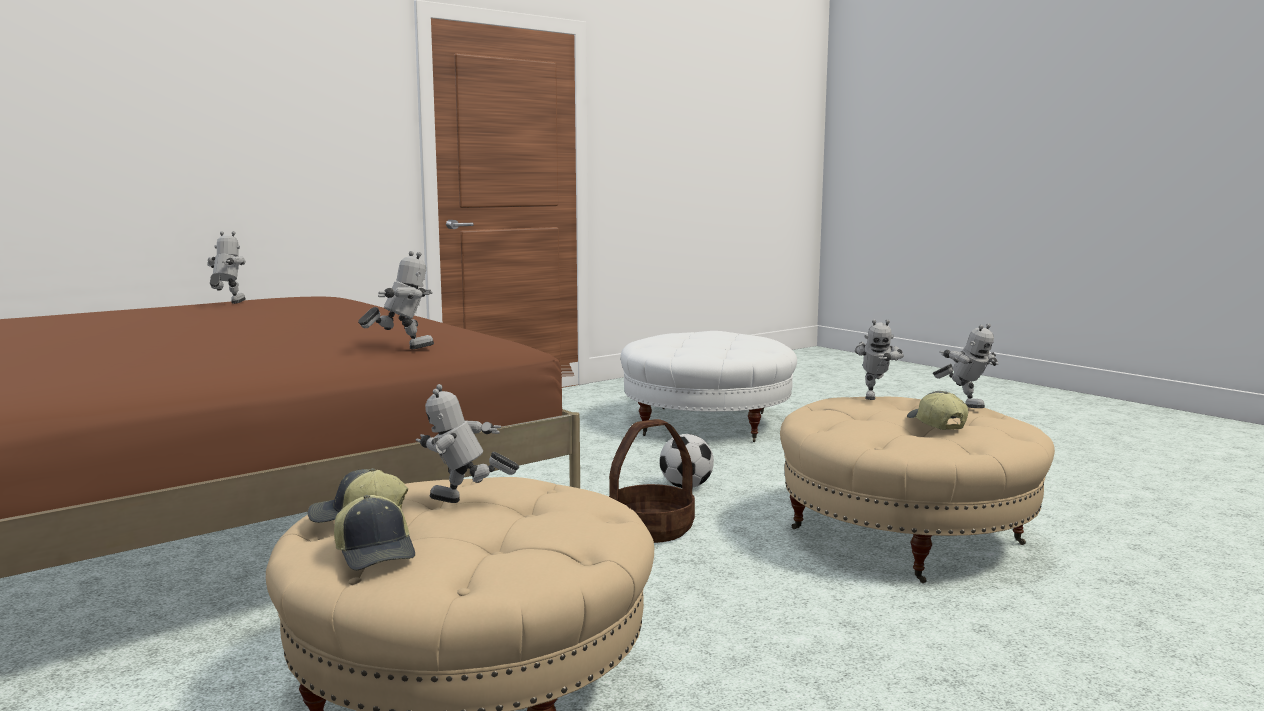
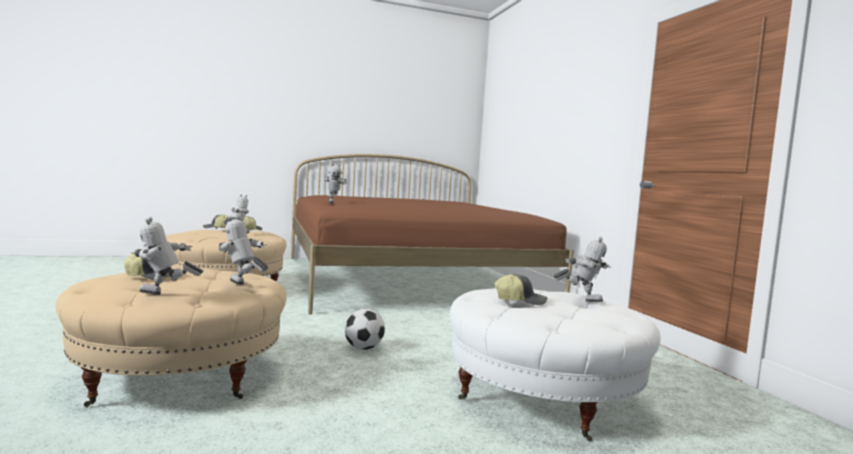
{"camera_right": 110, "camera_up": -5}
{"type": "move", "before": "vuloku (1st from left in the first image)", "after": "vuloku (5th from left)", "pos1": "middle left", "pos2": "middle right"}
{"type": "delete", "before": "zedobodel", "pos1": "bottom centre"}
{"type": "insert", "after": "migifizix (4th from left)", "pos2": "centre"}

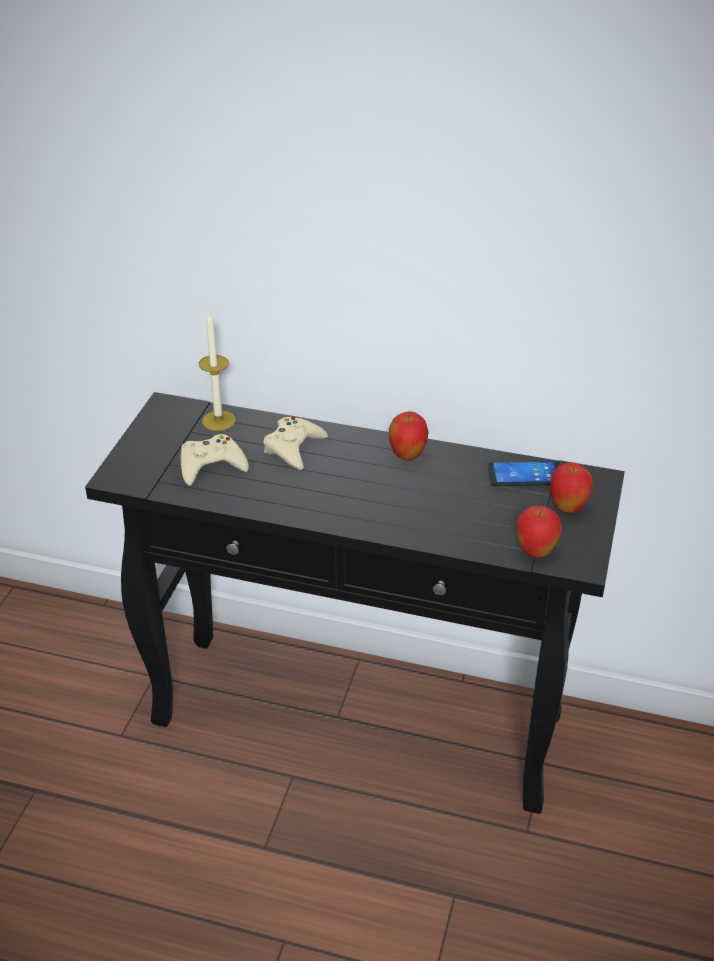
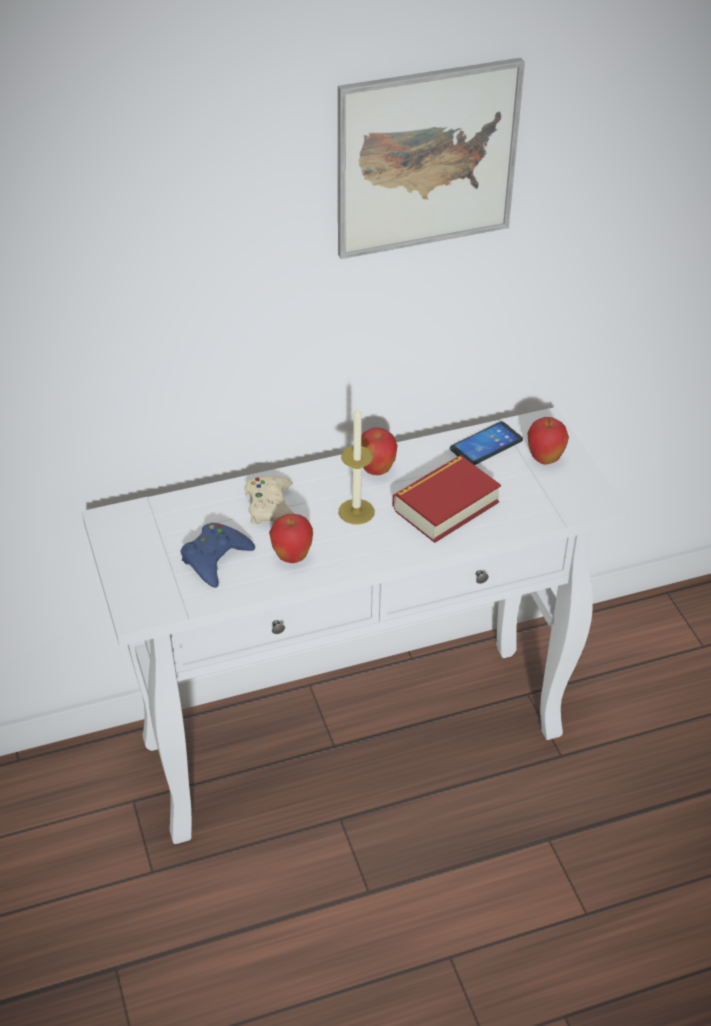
{"camera_right": -35, "camera_up": 5}
{"type": "recolor", "before": "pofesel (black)", "after": "pofesel (white)", "pos1": "centre", "pos2": "centre"}
{"type": "recolor", "before": "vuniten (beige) (1st from left)", "after": "vuniten (blue)", "pos1": "middle left", "pos2": "middle left"}
{"type": "move", "before": "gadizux", "pos1": "middle left", "pos2": "centre"}
{"type": "move", "before": "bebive (2nd from left in the first image)", "after": "bebive (1st from left)", "pos1": "middle right", "pos2": "centre"}
{"type": "insert", "after": "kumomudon", "pos2": "top centre"}
{"type": "insert", "after": "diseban", "pos2": "centre"}

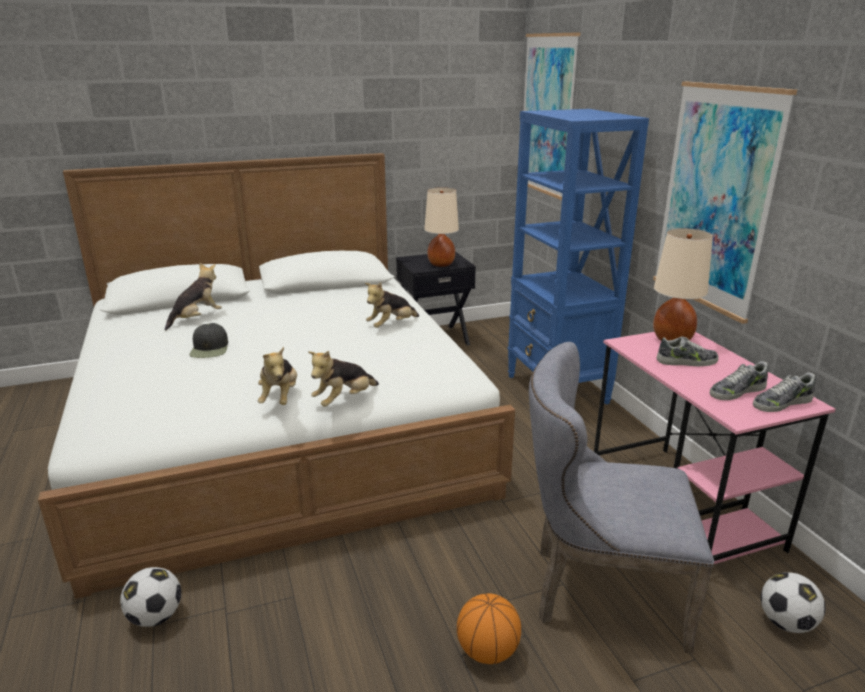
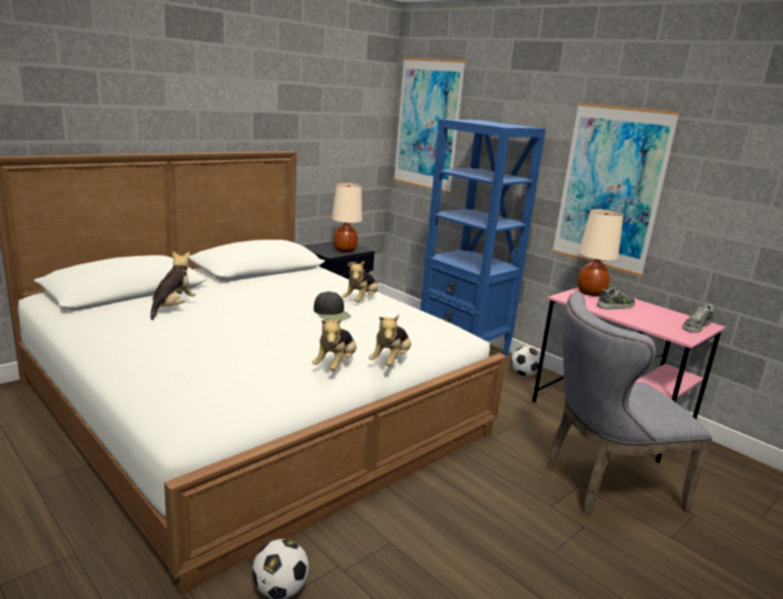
{"camera_right": -25, "camera_up": -5}
{"type": "move", "before": "migifizix (black)", "pos1": "middle left", "pos2": "centre"}
{"type": "rotate", "before": "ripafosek (2nd from left)", "pos1": "middle left", "pos2": "centre", "turn": 45}
{"type": "delete", "before": "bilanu", "pos1": "bottom centre"}
{"type": "delete", "before": "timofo (2nd from left)", "pos1": "middle right"}
{"type": "move", "before": "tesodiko (2nd from left)", "pos1": "bottom right", "pos2": "middle right"}

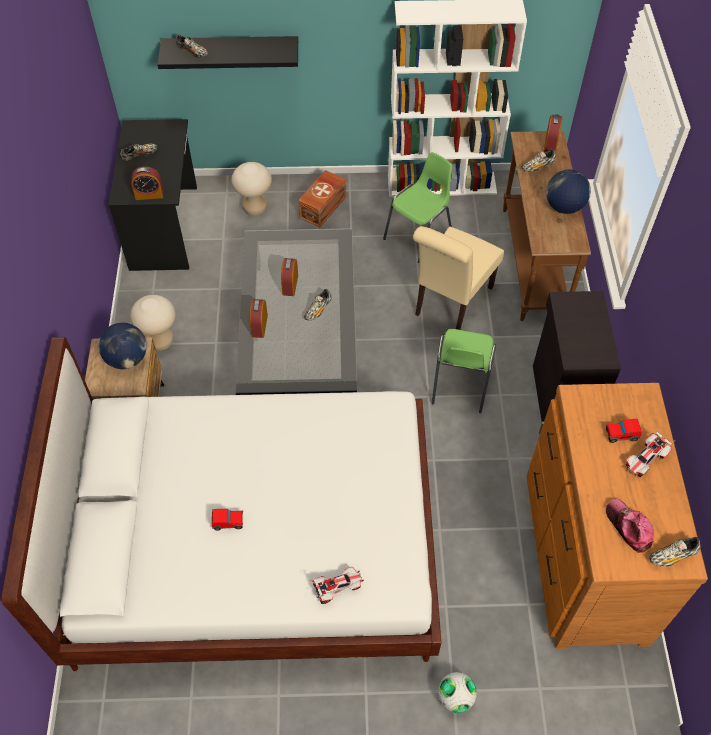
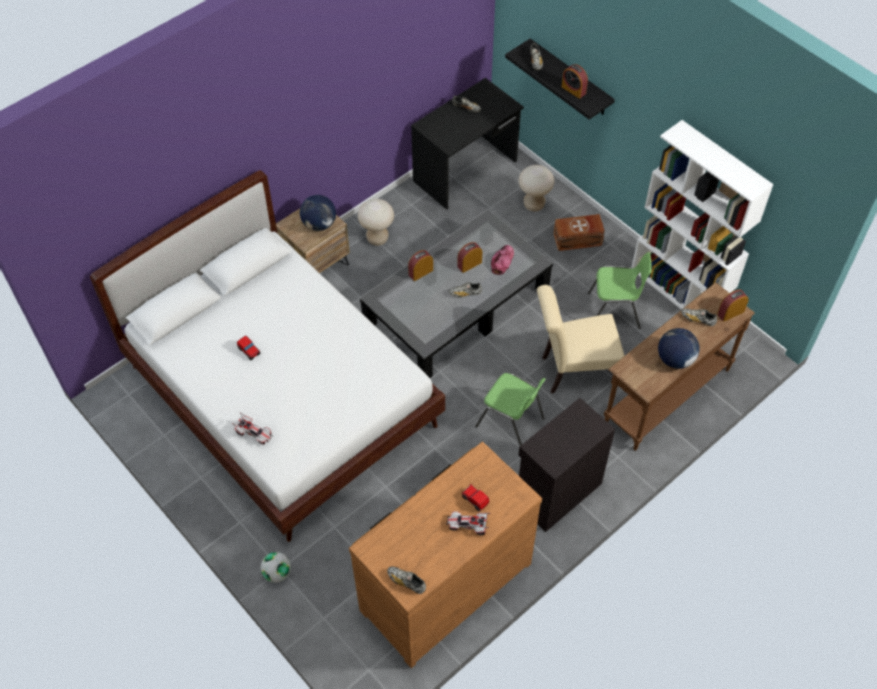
{"camera_right": 50, "camera_up": 0}
{"type": "move", "before": "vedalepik (1st from left in the first image)", "after": "vedalepik (3rd from left)", "pos1": "top left", "pos2": "top centre"}
{"type": "rotate", "before": "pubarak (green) (2nd from left in the first image)", "pos1": "centre", "pos2": "centre", "turn": -120}
{"type": "move", "before": "migifizix", "pos1": "bottom right", "pos2": "centre"}

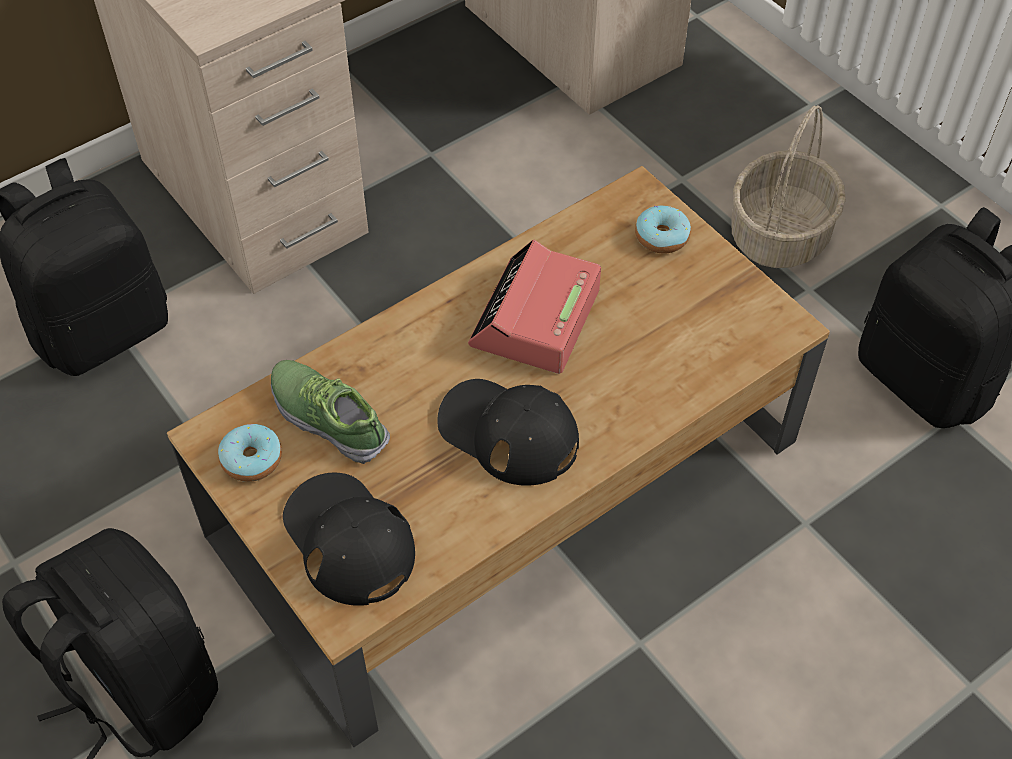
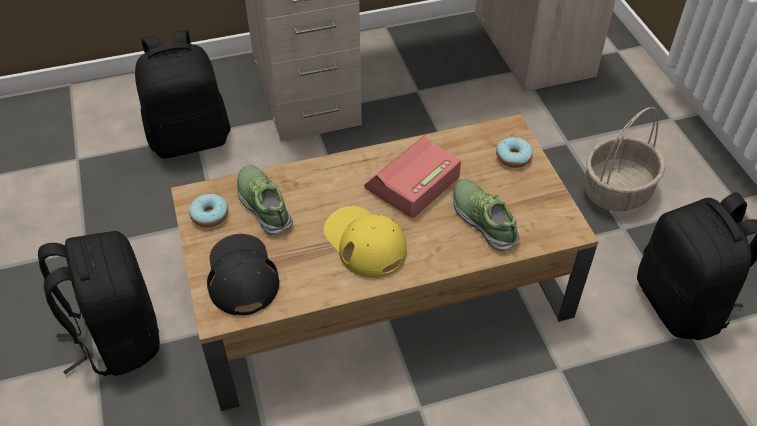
{"camera_right": 20, "camera_up": -5}
{"type": "recolor", "before": "migifizix (black) (2nd from left)", "after": "migifizix (yellow)", "pos1": "centre", "pos2": "centre"}
{"type": "insert", "after": "timofo (2nd from left)", "pos2": "centre"}

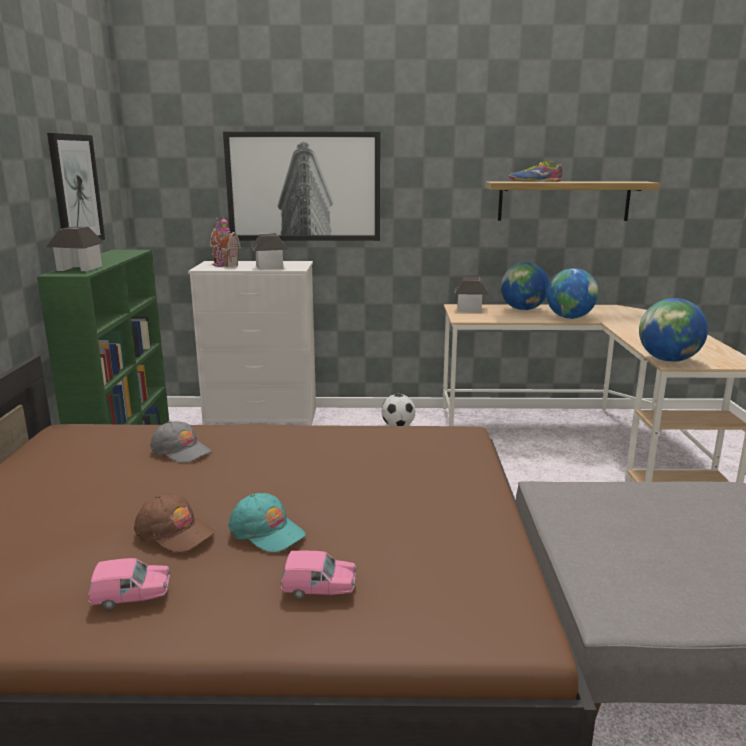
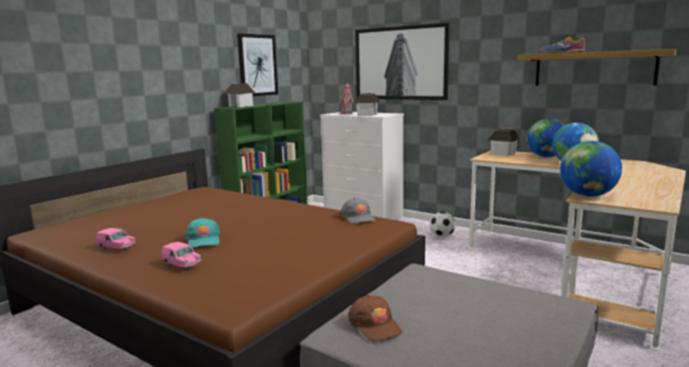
{"camera_right": 35, "camera_up": -5}
{"type": "move", "before": "migifizix (brown)", "pos1": "bottom left", "pos2": "bottom centre"}
{"type": "move", "before": "migifizix (grey)", "pos1": "middle left", "pos2": "centre"}

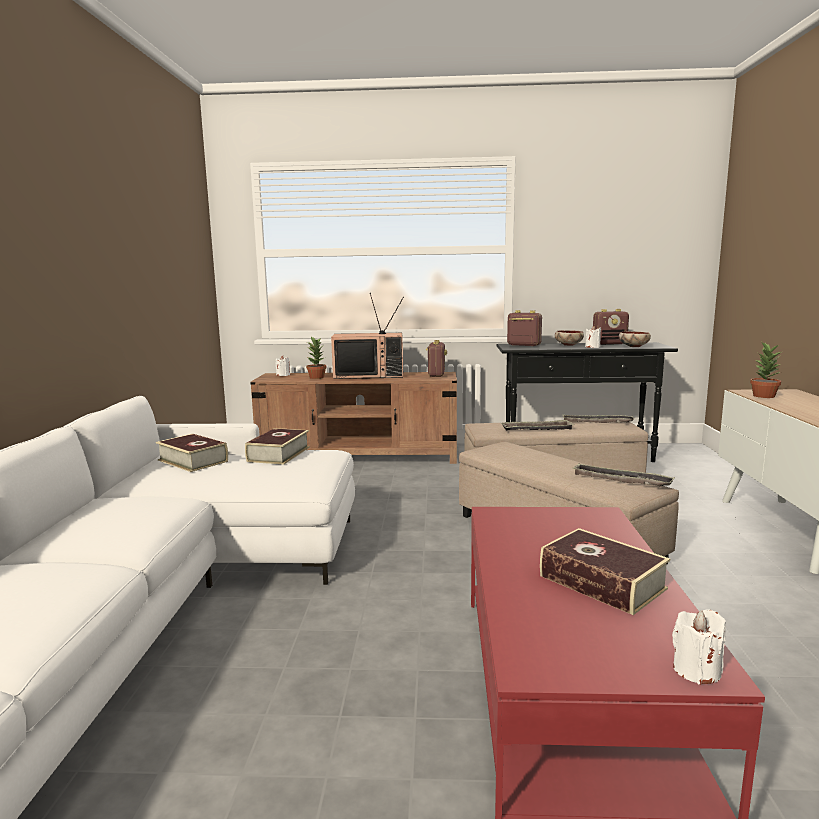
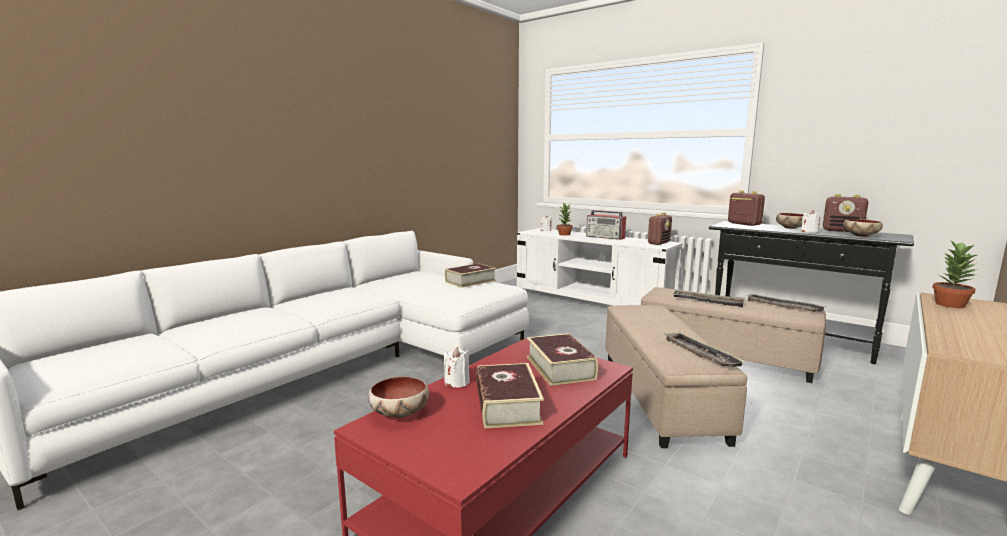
{"camera_right": 35, "camera_up": 0}
{"type": "move", "before": "diseban (1st from left in the first image)", "after": "diseban (3rd from left)", "pos1": "middle left", "pos2": "bottom centre"}
{"type": "recolor", "before": "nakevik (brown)", "after": "nakevik (white)", "pos1": "centre", "pos2": "centre"}
{"type": "replace", "before": "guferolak", "after": "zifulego (1st from left)", "pos1": "centre", "pos2": "centre"}
{"type": "move", "before": "gadizux (white) (3rd from left in the first image)", "after": "gadizux (white) (1st from left)", "pos1": "bottom right", "pos2": "bottom centre"}
{"type": "insert", "after": "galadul (1st from left)", "pos2": "bottom centre"}

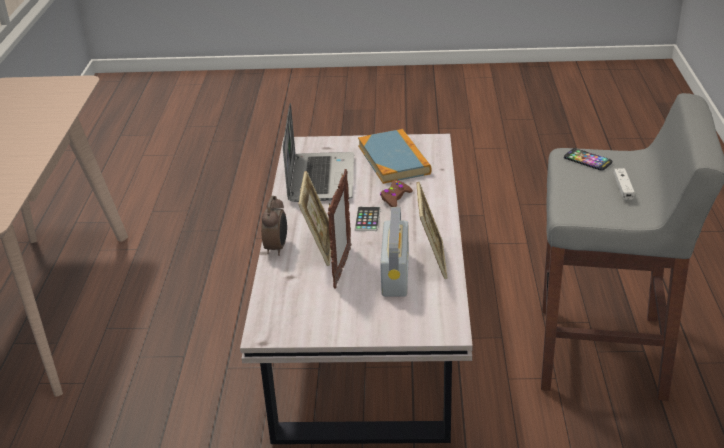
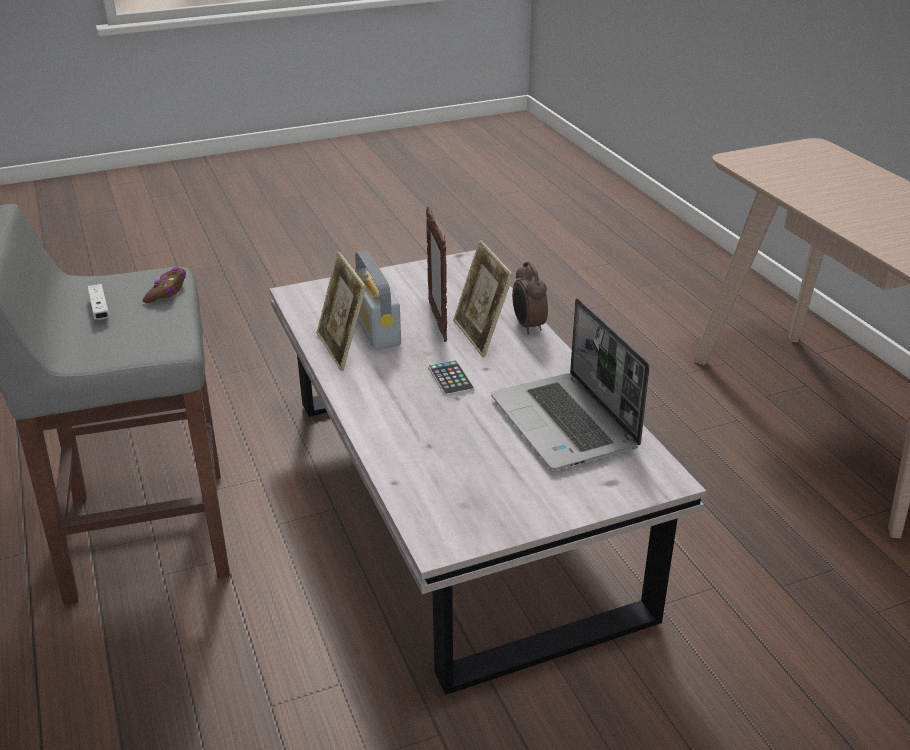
{"camera_right": 155, "camera_up": 0}
{"type": "delete", "before": "diseban", "pos1": "centre"}
{"type": "move", "before": "vuniten (brown)", "pos1": "centre", "pos2": "middle left"}
{"type": "delete", "before": "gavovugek (2nd from left)", "pos1": "middle right"}

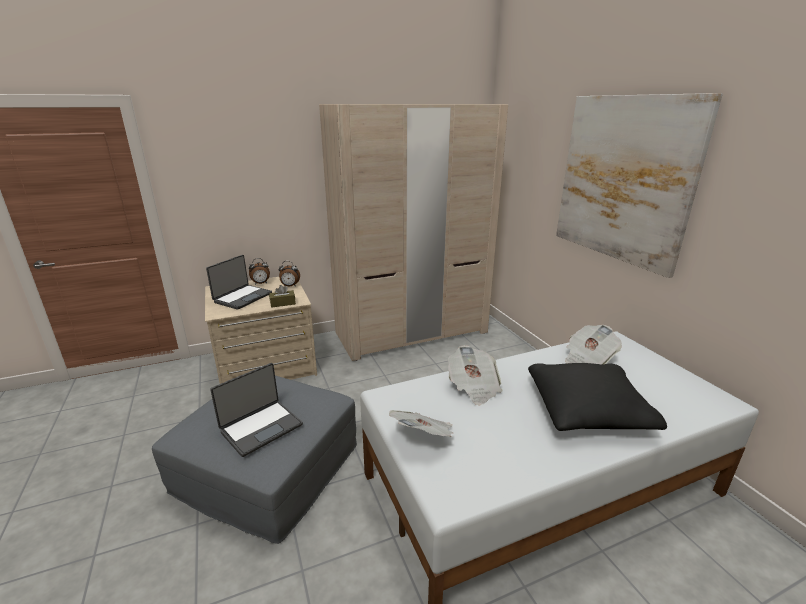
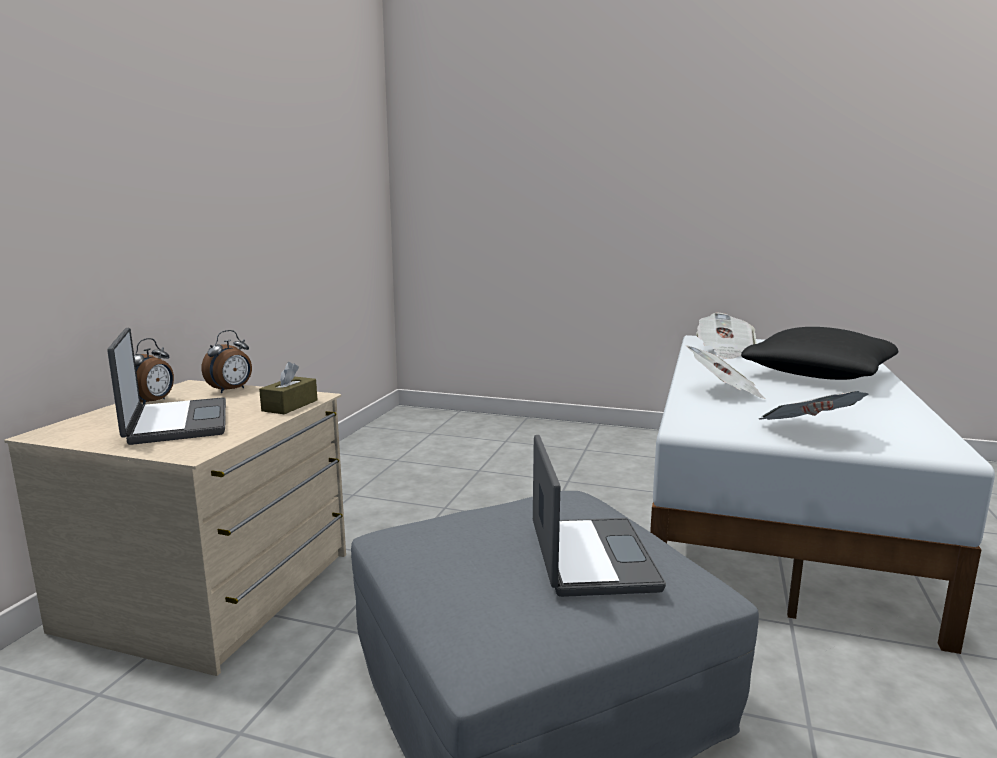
{"camera_right": -50, "camera_up": -10}
{"type": "delete", "before": "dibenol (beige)", "pos1": "centre"}
{"type": "delete", "before": "kumomudon", "pos1": "top right"}

